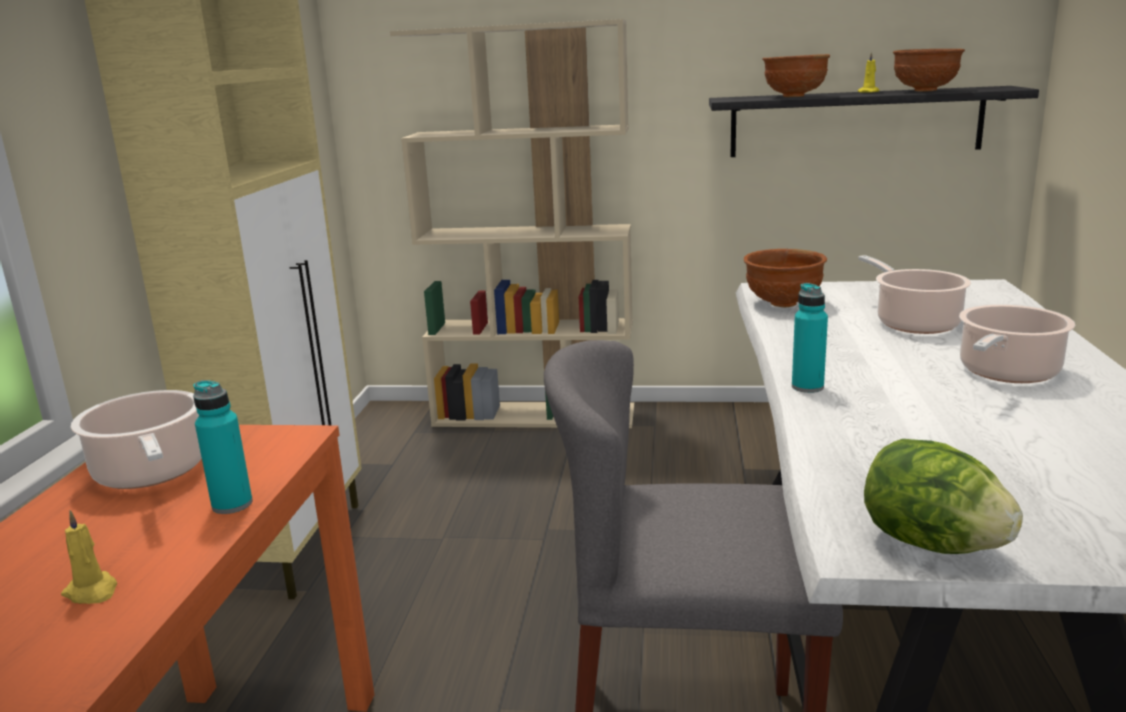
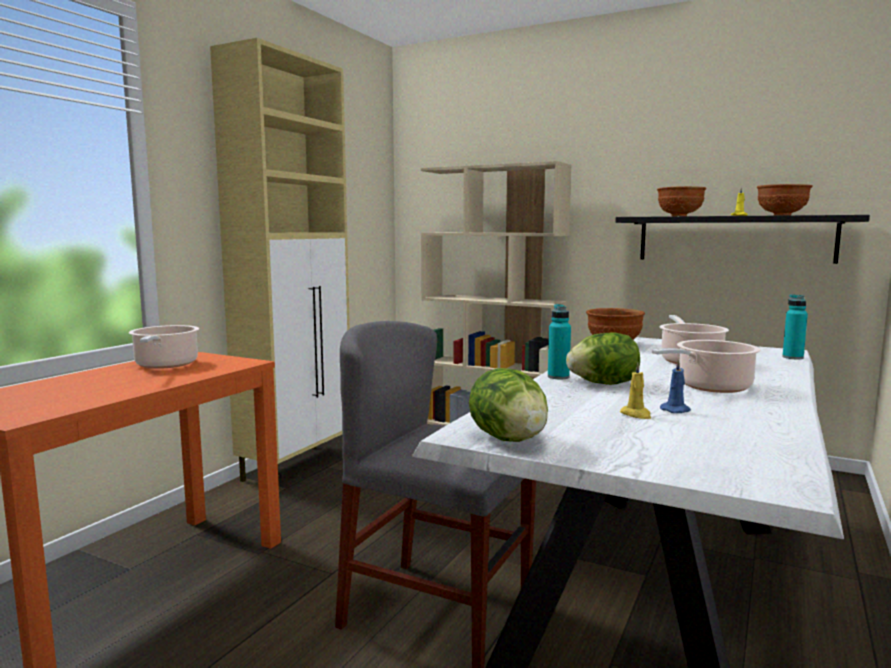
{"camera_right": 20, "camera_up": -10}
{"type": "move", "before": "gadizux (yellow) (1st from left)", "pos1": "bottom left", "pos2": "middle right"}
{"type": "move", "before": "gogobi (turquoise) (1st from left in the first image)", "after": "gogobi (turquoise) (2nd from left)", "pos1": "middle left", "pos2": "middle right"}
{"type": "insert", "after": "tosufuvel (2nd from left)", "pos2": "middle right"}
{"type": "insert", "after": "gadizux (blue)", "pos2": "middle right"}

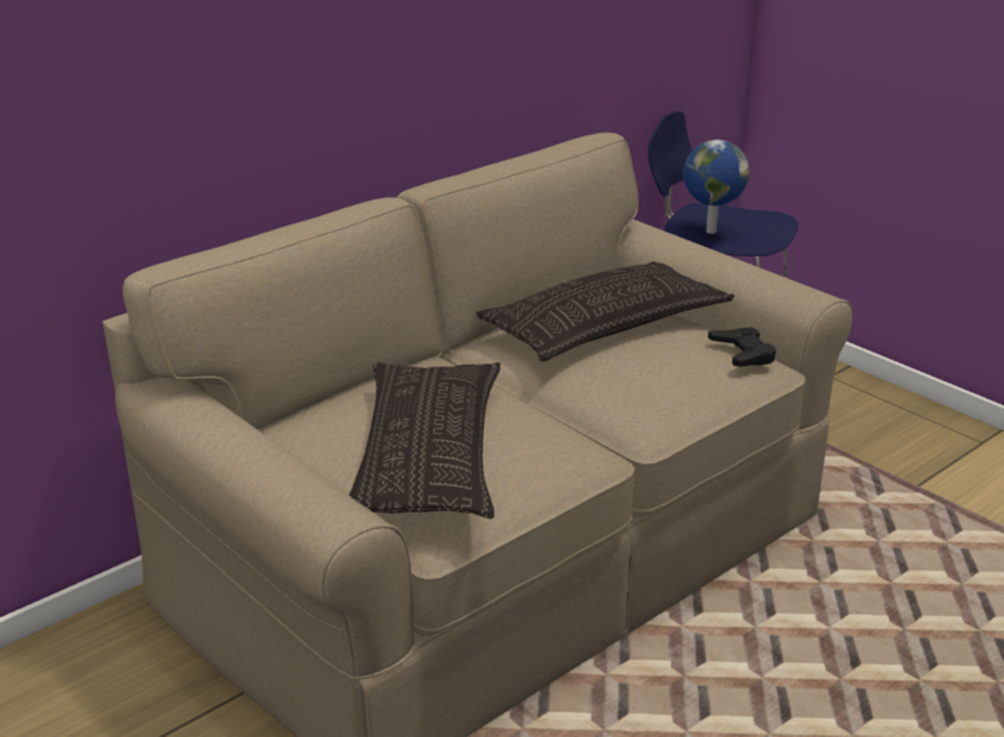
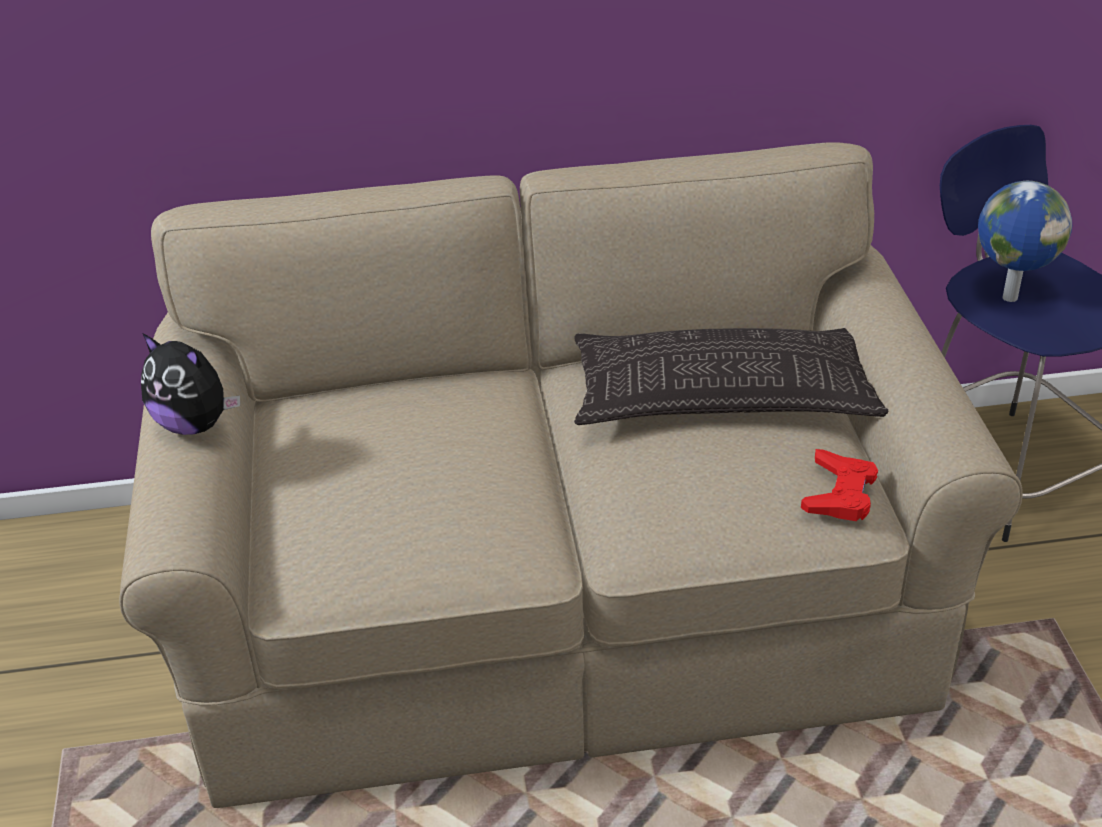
{"camera_right": 35, "camera_up": 10}
{"type": "delete", "before": "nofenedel (1st from left)", "pos1": "centre"}
{"type": "recolor", "before": "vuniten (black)", "after": "vuniten (red)", "pos1": "middle right", "pos2": "middle right"}
{"type": "insert", "after": "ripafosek", "pos2": "middle left"}

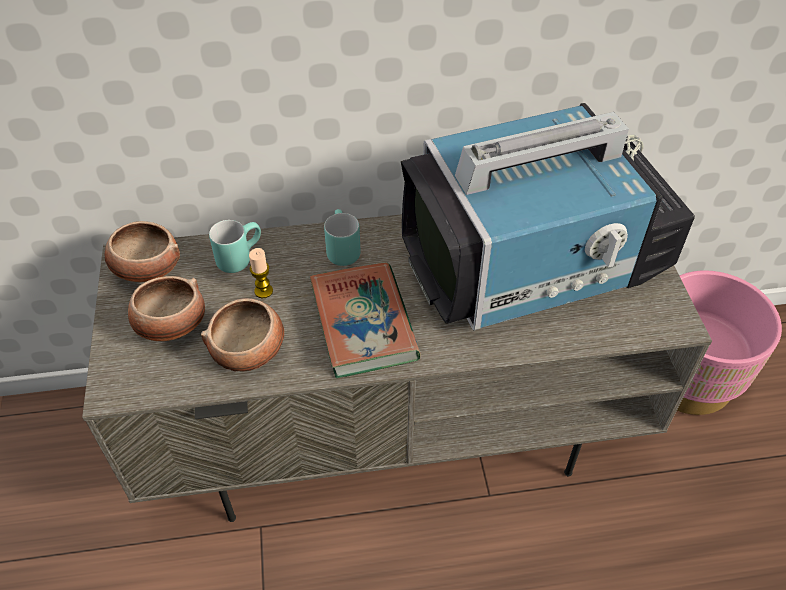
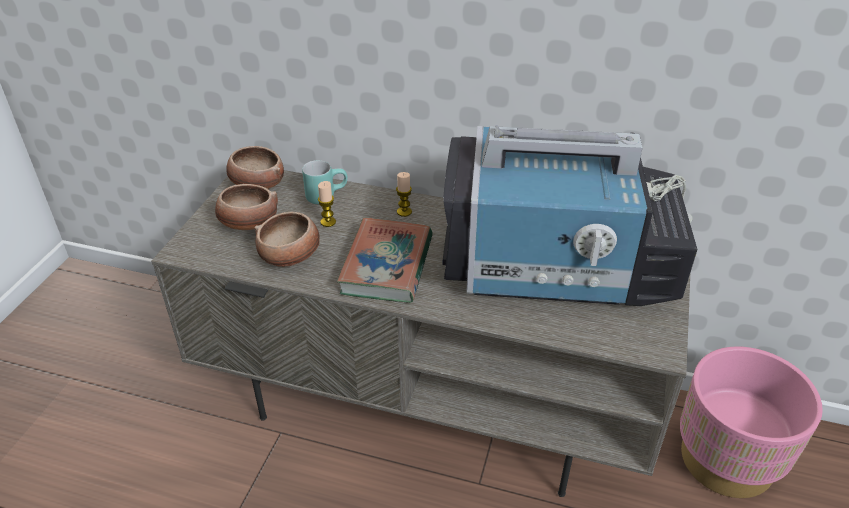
{"camera_right": 25, "camera_up": -10}
{"type": "replace", "before": "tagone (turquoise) (2nd from left)", "after": "gadizux (2nd from left)", "pos1": "centre", "pos2": "centre"}

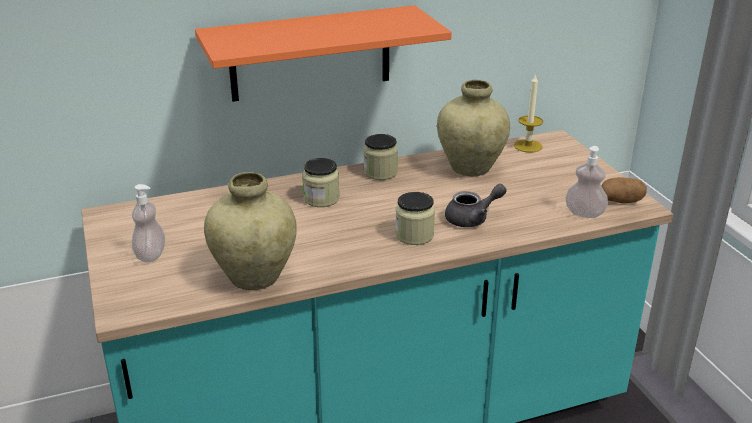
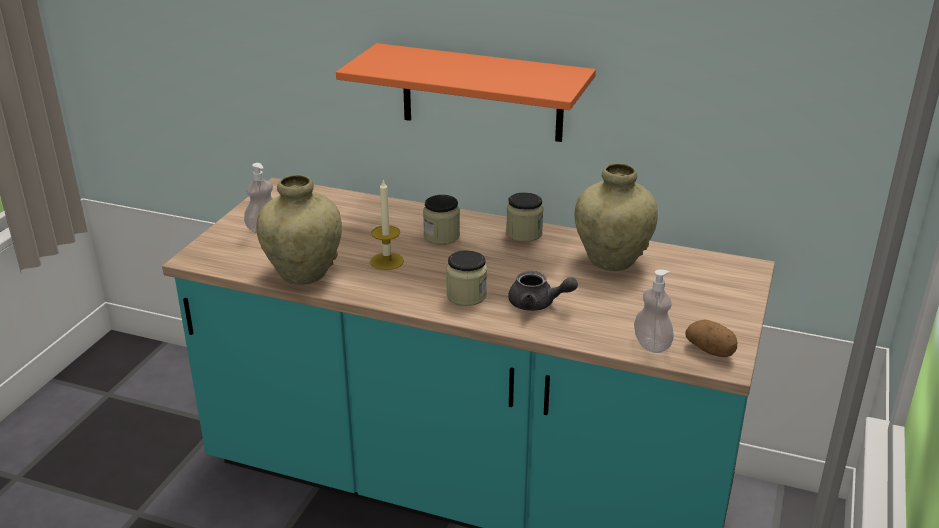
{"camera_right": 40, "camera_up": 0}
{"type": "move", "before": "gadizux", "pos1": "top right", "pos2": "centre"}

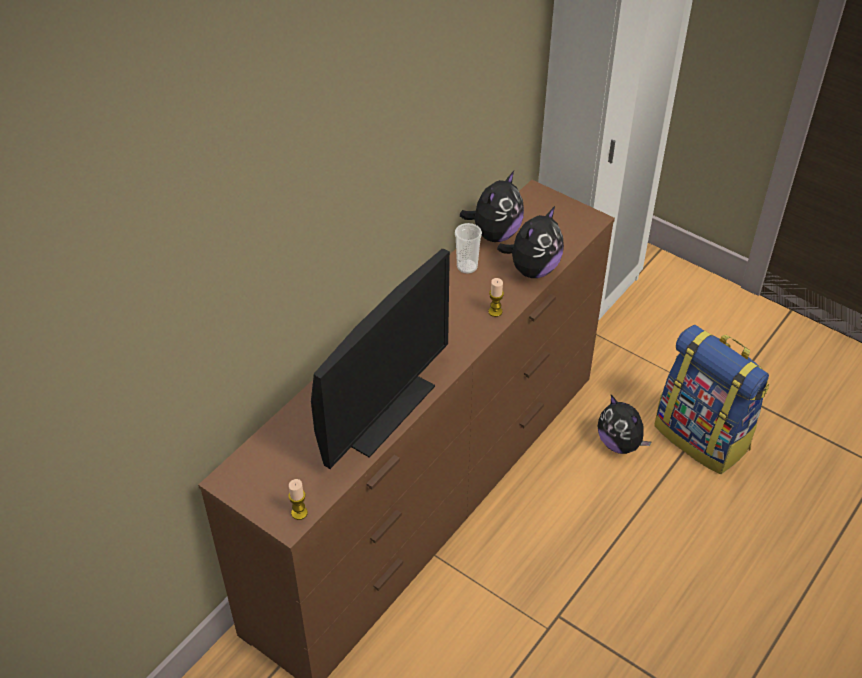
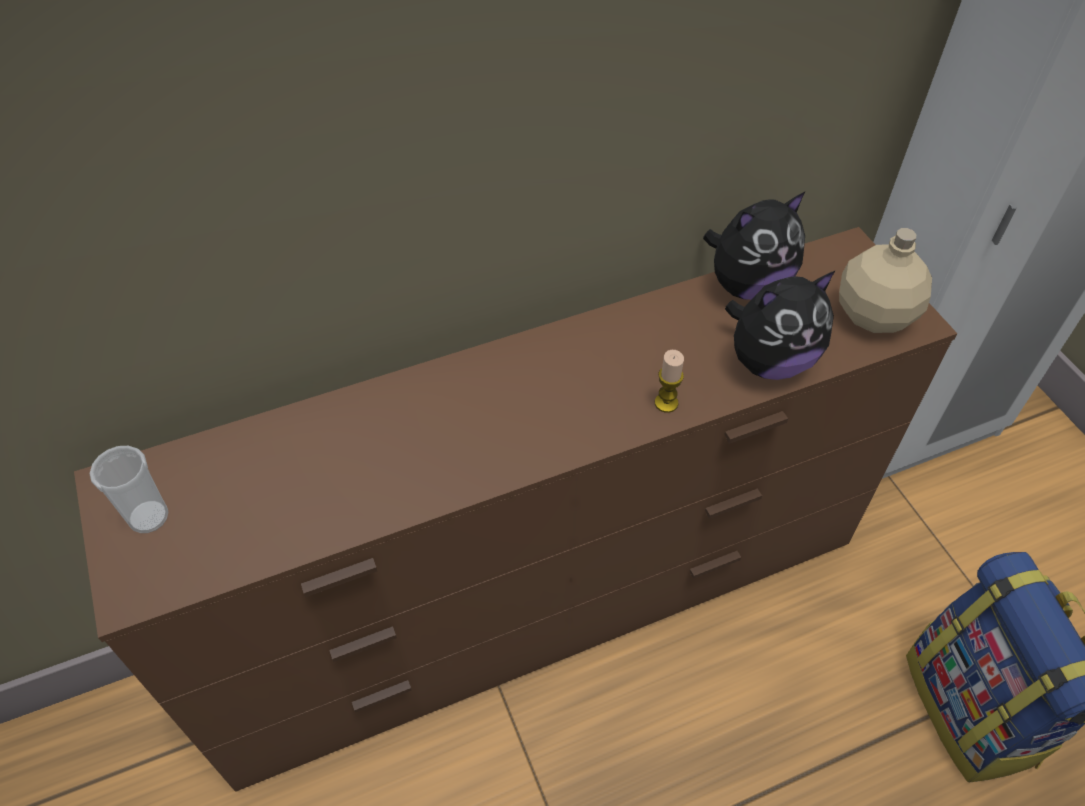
{"camera_right": 30, "camera_up": 5}
{"type": "delete", "before": "gadizux (1st from left)", "pos1": "bottom centre"}
{"type": "delete", "before": "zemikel", "pos1": "centre"}
{"type": "move", "before": "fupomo", "pos1": "centre", "pos2": "middle left"}
{"type": "delete", "before": "ripafosek (3rd from left)", "pos1": "middle right"}
{"type": "insert", "after": "gogobi (beige)", "pos2": "middle right"}

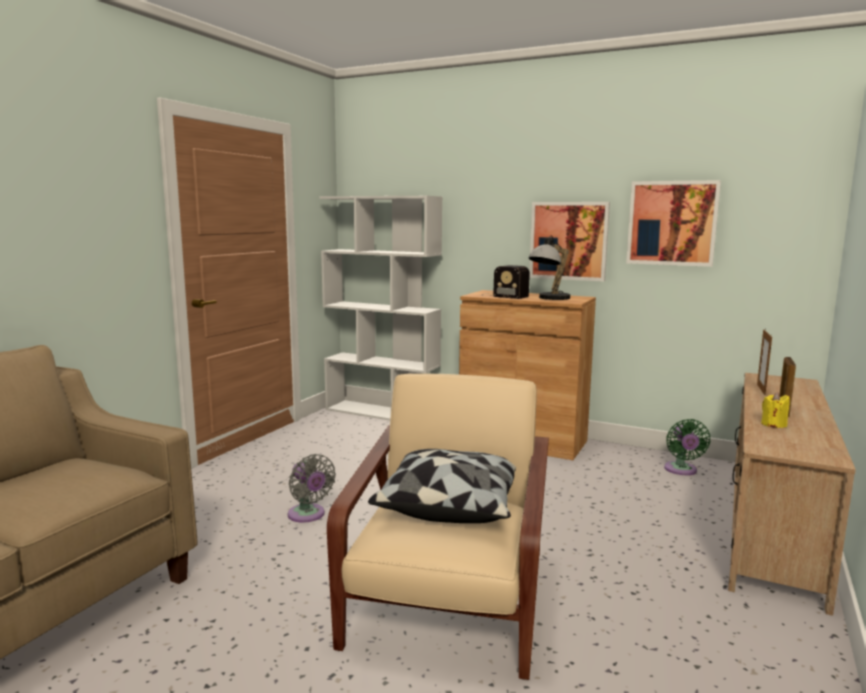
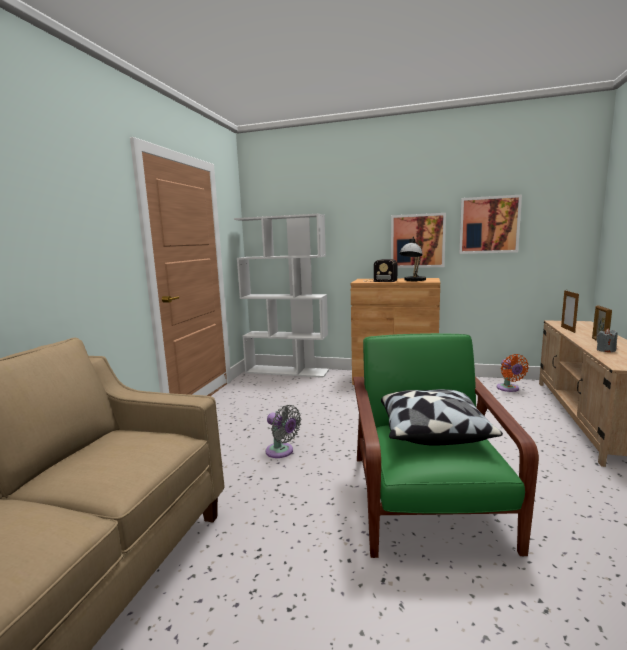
{"camera_right": -10, "camera_up": 0}
{"type": "recolor", "before": "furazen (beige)", "after": "furazen (green)", "pos1": "bottom centre", "pos2": "bottom right"}
{"type": "recolor", "before": "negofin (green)", "after": "negofin (orange)", "pos1": "middle right", "pos2": "middle right"}
{"type": "recolor", "before": "gadizux (yellow)", "after": "gadizux (grey)", "pos1": "middle right", "pos2": "middle right"}

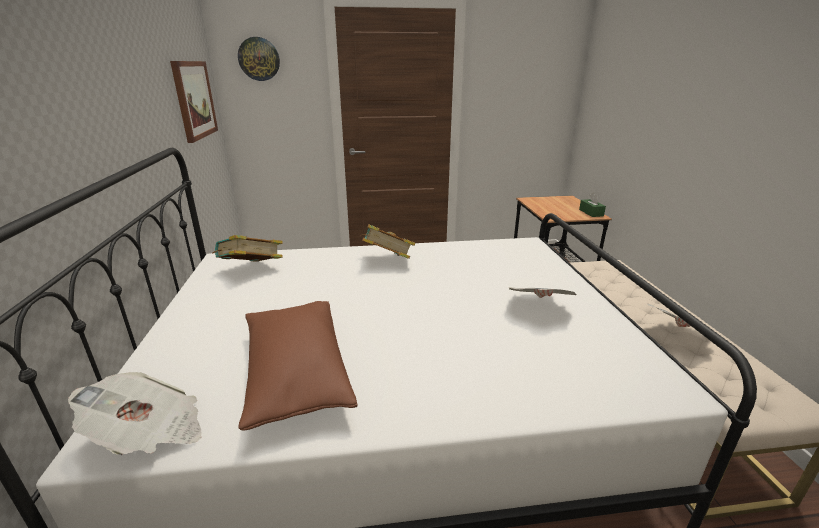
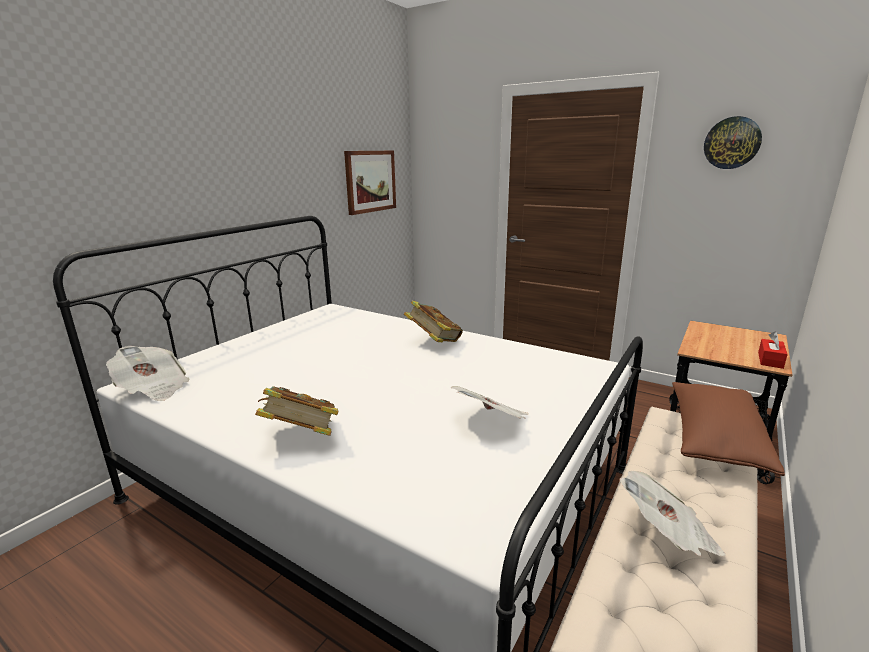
{"camera_right": 40, "camera_up": -5}
{"type": "move", "before": "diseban (1st from left)", "pos1": "middle left", "pos2": "centre"}
{"type": "move", "before": "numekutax", "pos1": "top left", "pos2": "top right"}
{"type": "move", "before": "nofenedel (brown)", "pos1": "bottom centre", "pos2": "middle right"}
{"type": "recolor", "before": "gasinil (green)", "after": "gasinil (red)", "pos1": "middle right", "pos2": "middle right"}

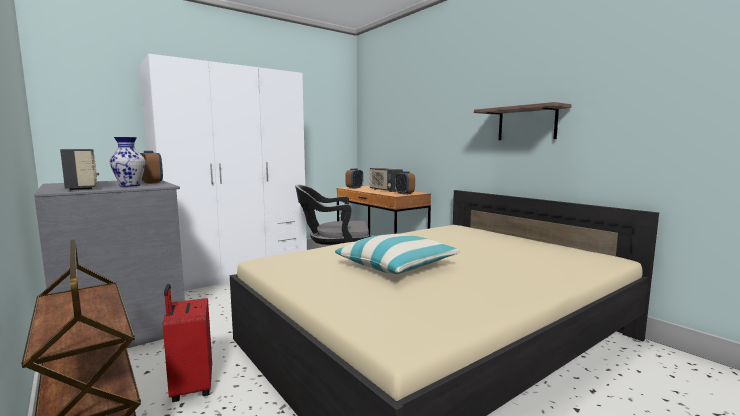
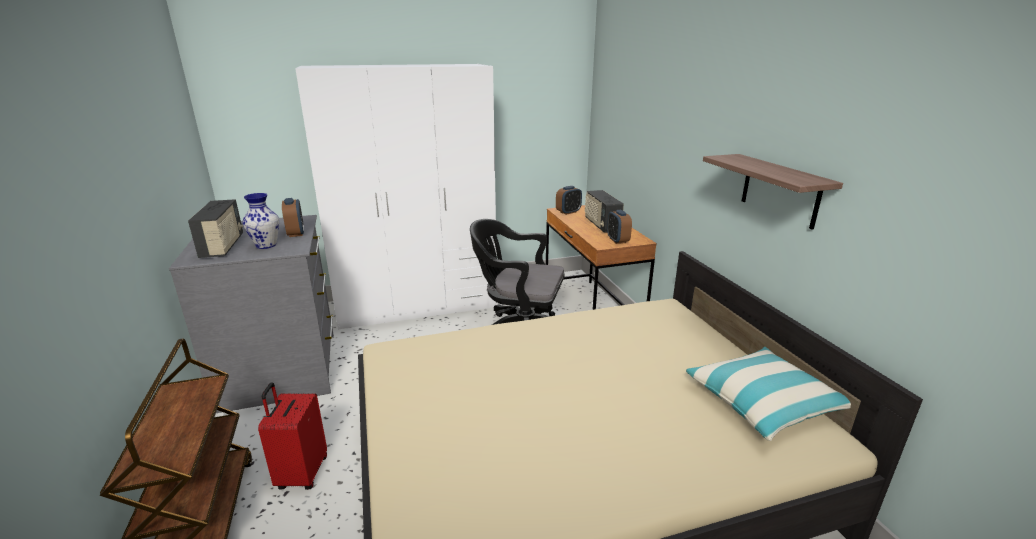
{"camera_right": 20, "camera_up": 15}
{"type": "move", "before": "nofenedel", "pos1": "centre", "pos2": "bottom right"}

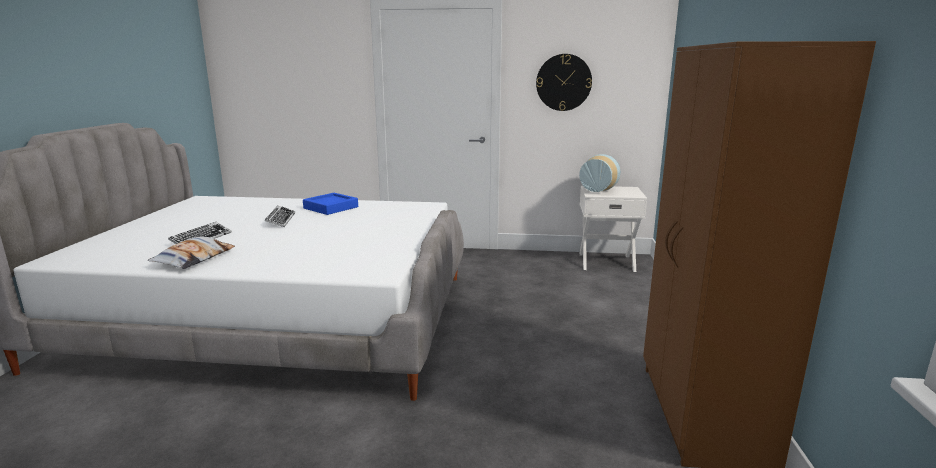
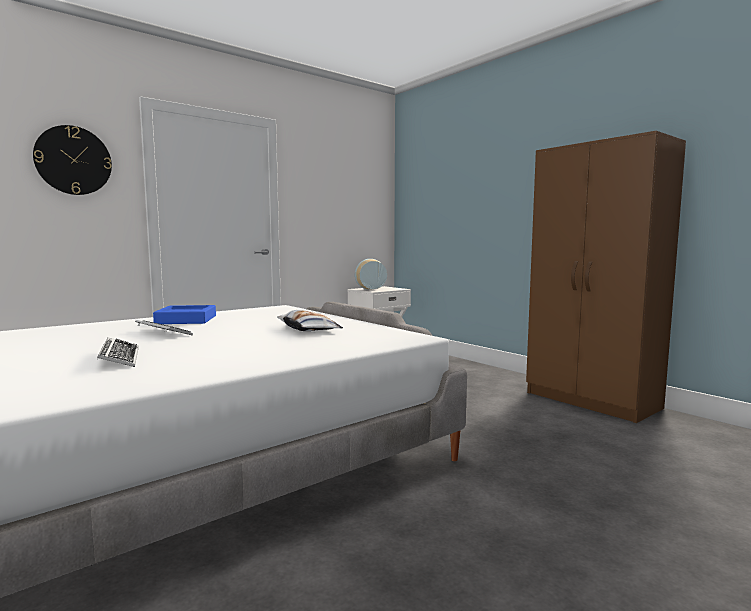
{"camera_right": -45, "camera_up": -10}
{"type": "move", "before": "nofenedel", "pos1": "middle left", "pos2": "centre"}
{"type": "move", "before": "numekutax", "pos1": "top centre", "pos2": "top left"}

